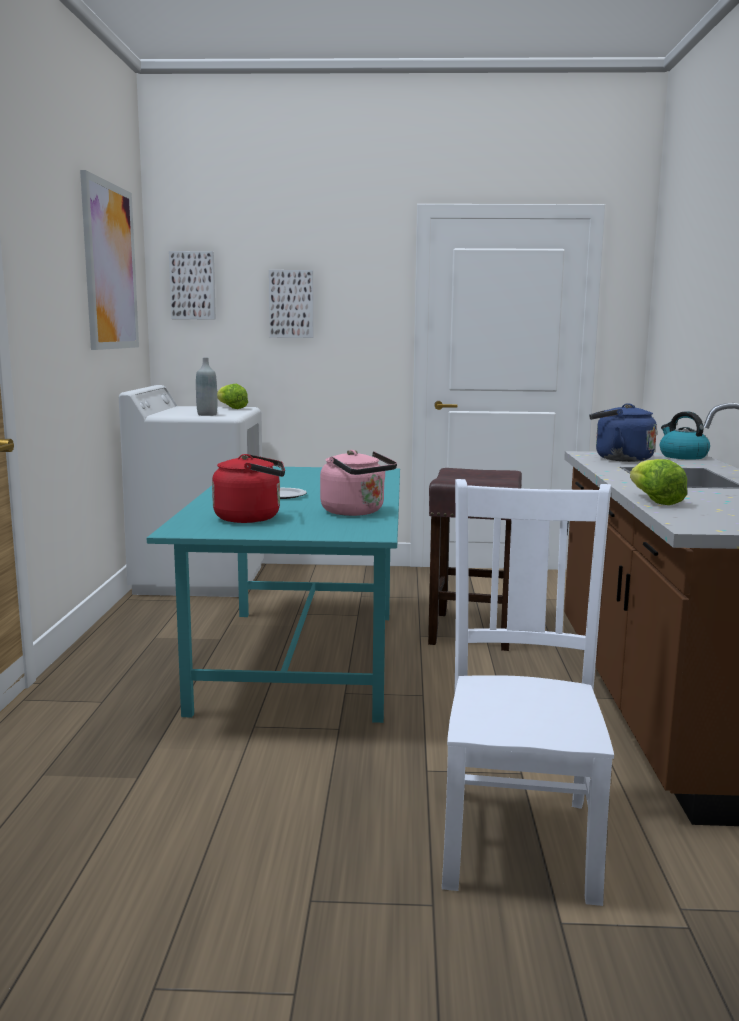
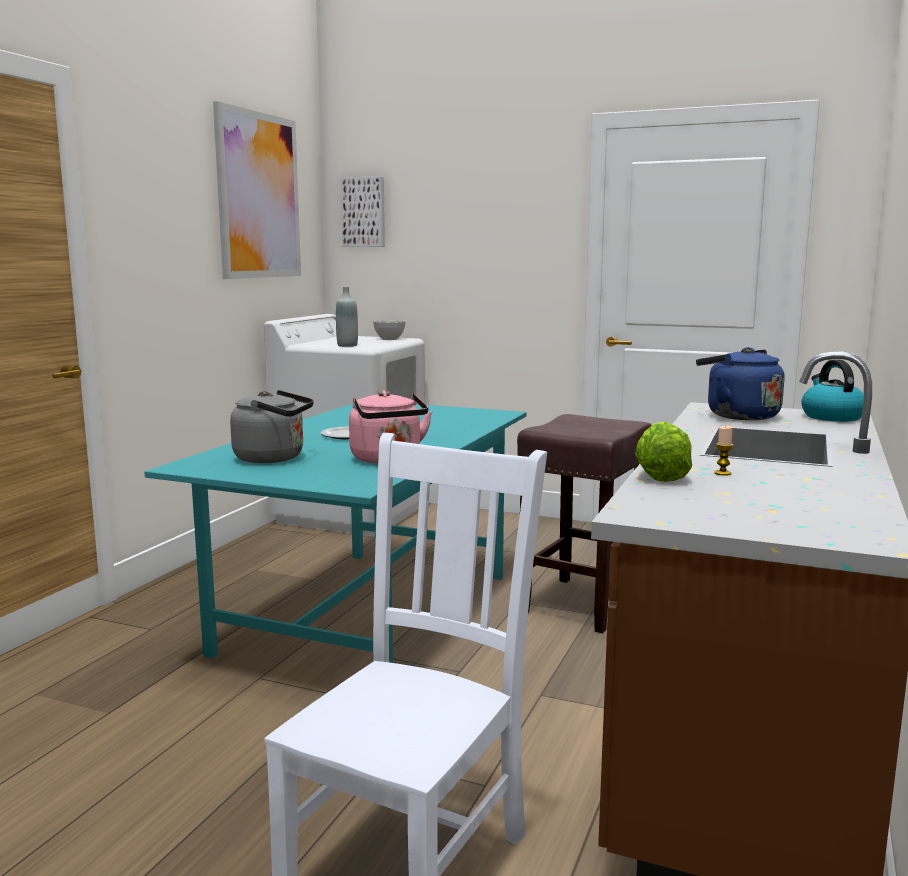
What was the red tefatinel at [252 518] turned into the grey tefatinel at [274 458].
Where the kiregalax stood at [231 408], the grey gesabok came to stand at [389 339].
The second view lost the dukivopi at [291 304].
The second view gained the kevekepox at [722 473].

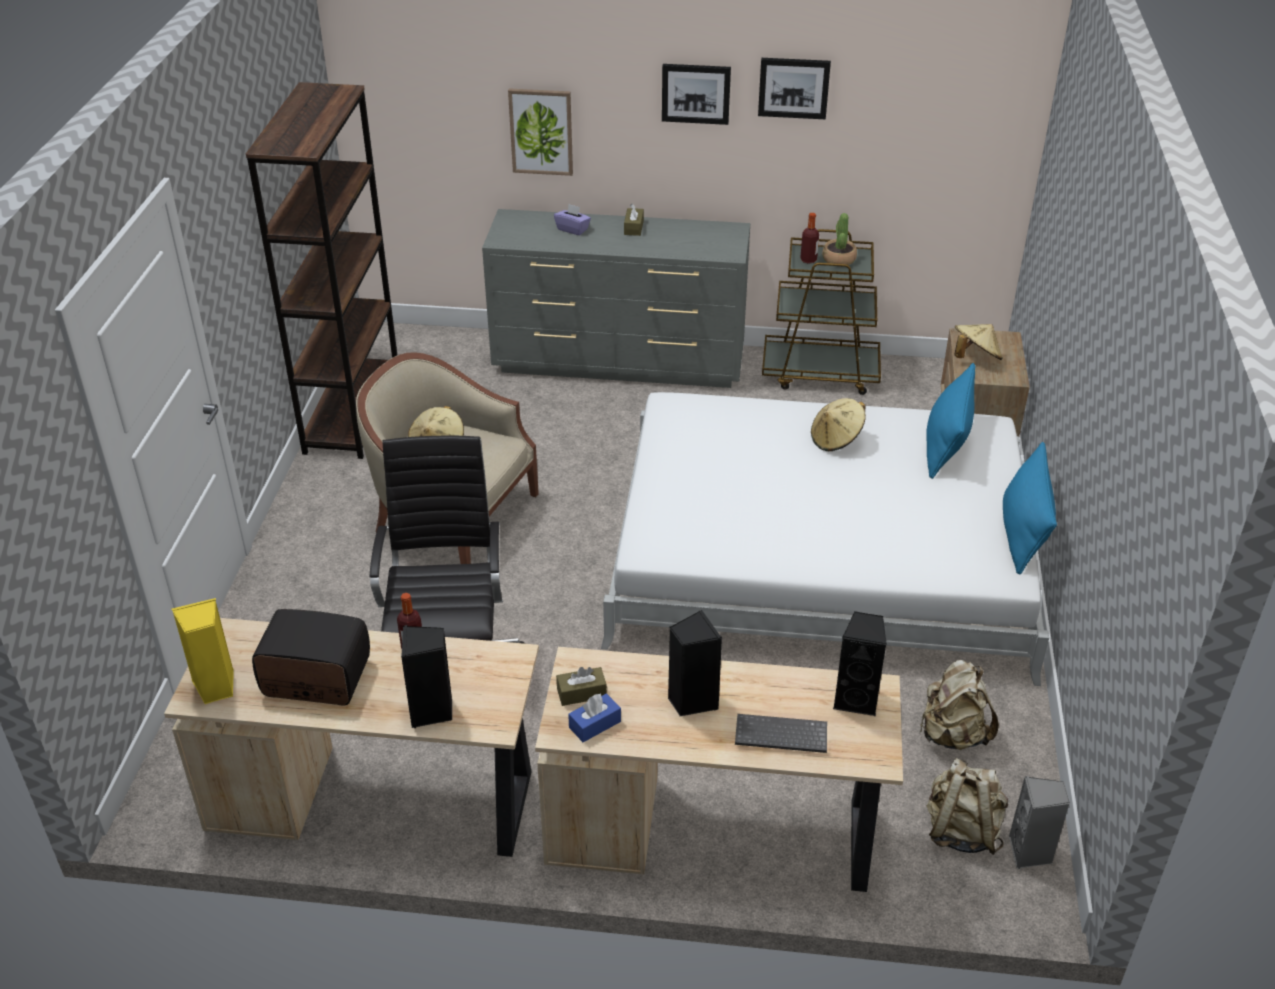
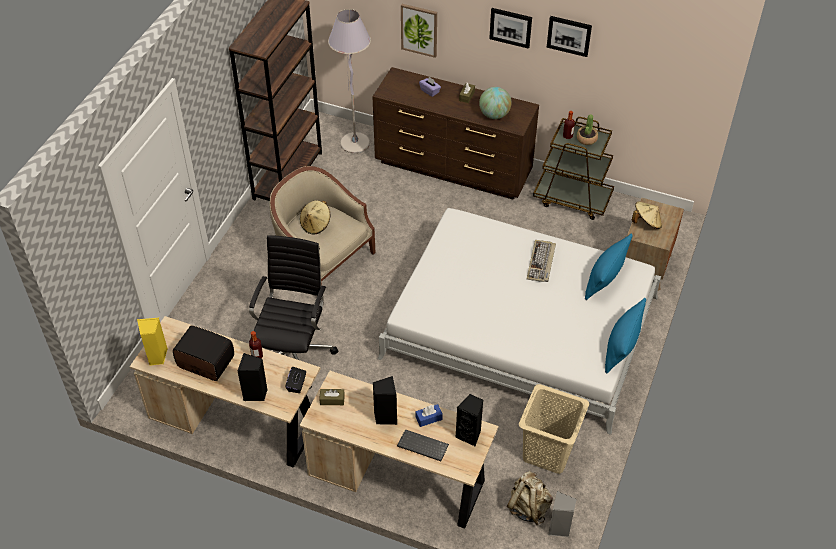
What was the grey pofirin at [620 362] turned into the brown pofirin at [453 168].
The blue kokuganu ended up elsewhere, having gone from [595 724] to [429 418].
Where the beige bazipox stood at [836 439], the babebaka came to stand at [541 262].
Where the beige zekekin stood at [952 735], the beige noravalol came to stand at [548 452].
The second view gained the black kokuganu at [297 385].
The second view gained the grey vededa at [355 143].
The second view gained the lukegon at [494 115].

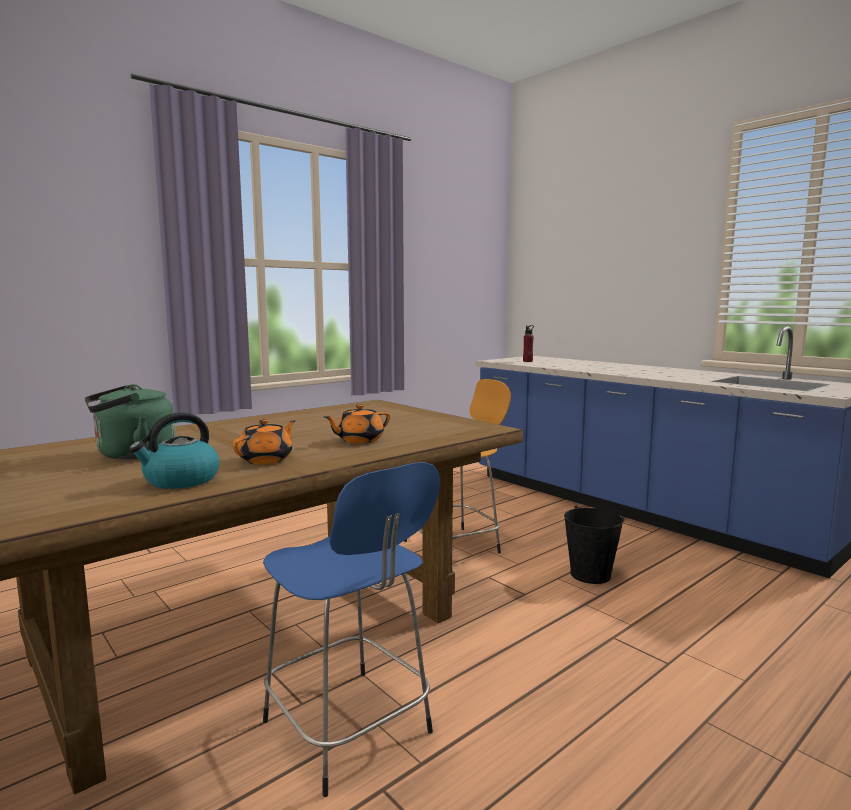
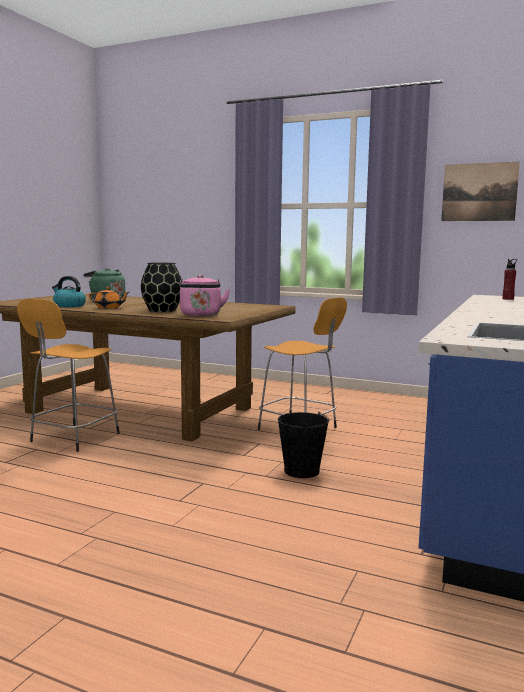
What was the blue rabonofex at [350 730] turned into the orange rabonofex at [73 438].
Where the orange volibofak stood at [359 440], the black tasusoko came to stand at [161 310].
The second view gained the pink tefatinel at [201 315].
The second view gained the dukivopi at [479 192].

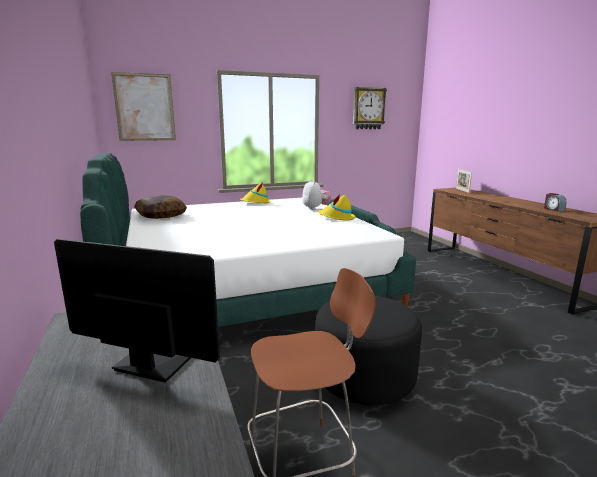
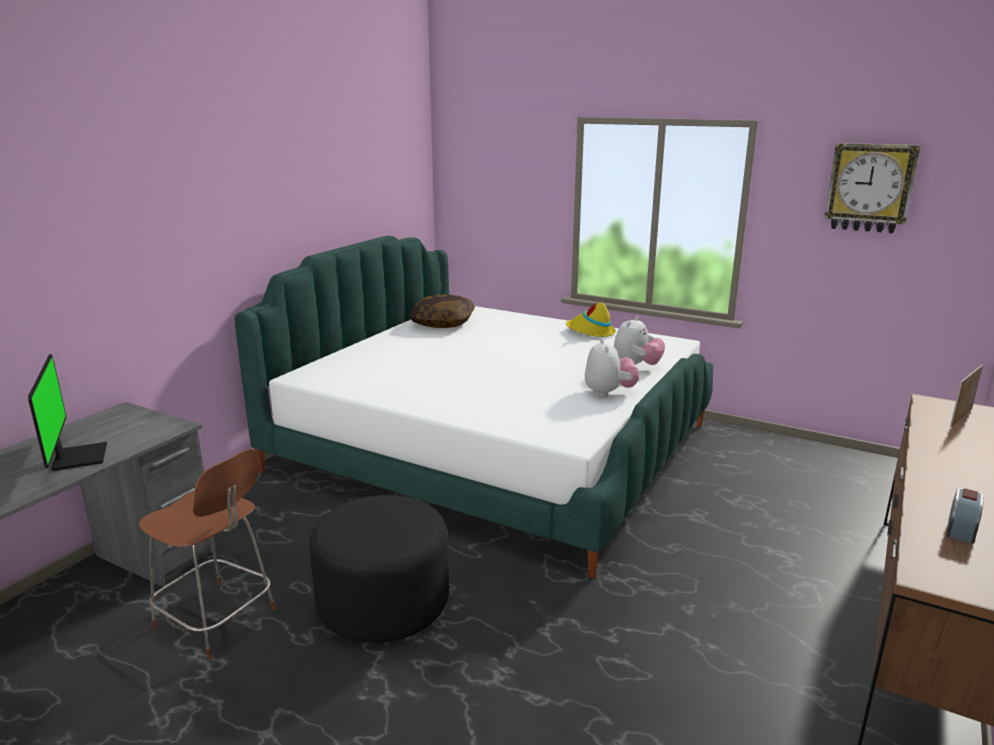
The second view lost the dukivopi at [145 107].
Where the yellow bazipox stood at [336 218], the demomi came to stand at [609 393].

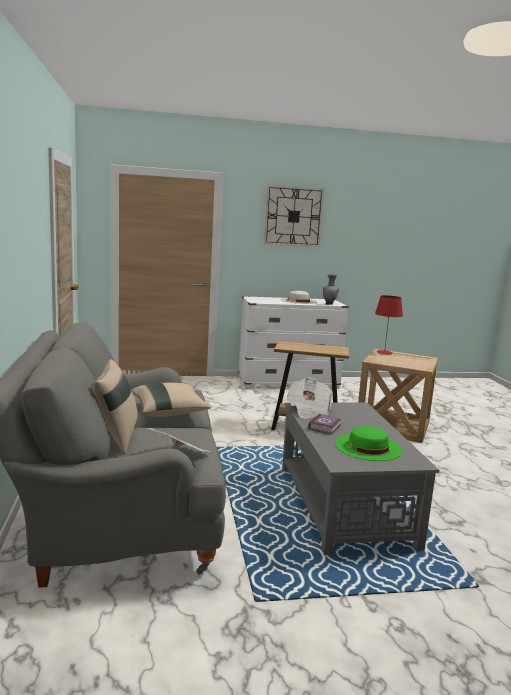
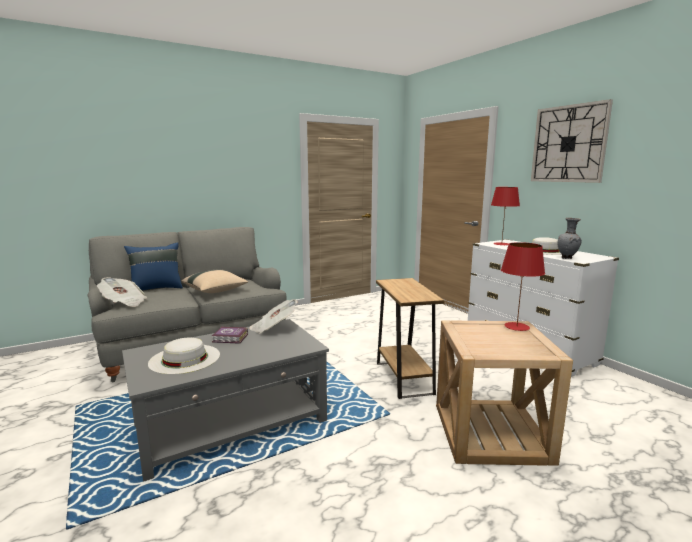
What was the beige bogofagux at [116 438] turned into the blue bogofagux at [156 289].
What was the green bazipox at [368 447] turned into the white bazipox at [184 358].
The second view gained the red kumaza at [501 244].

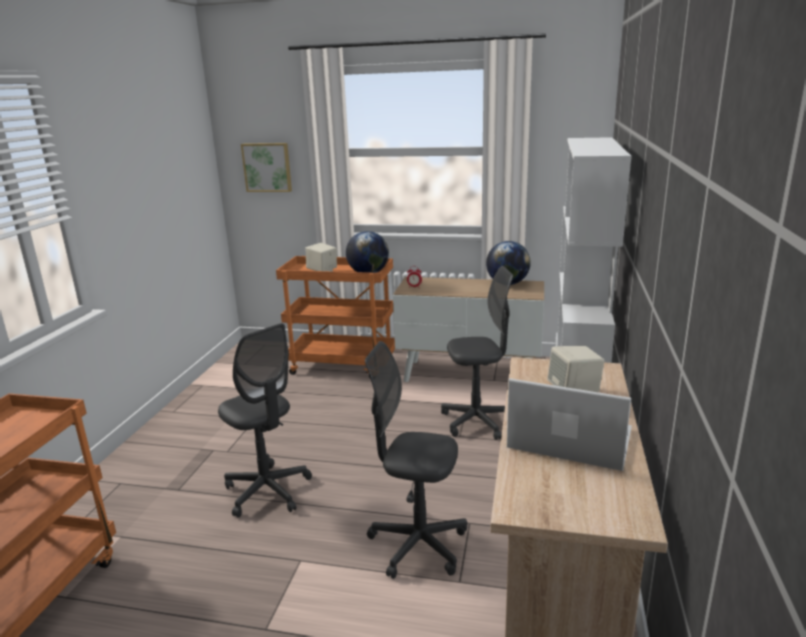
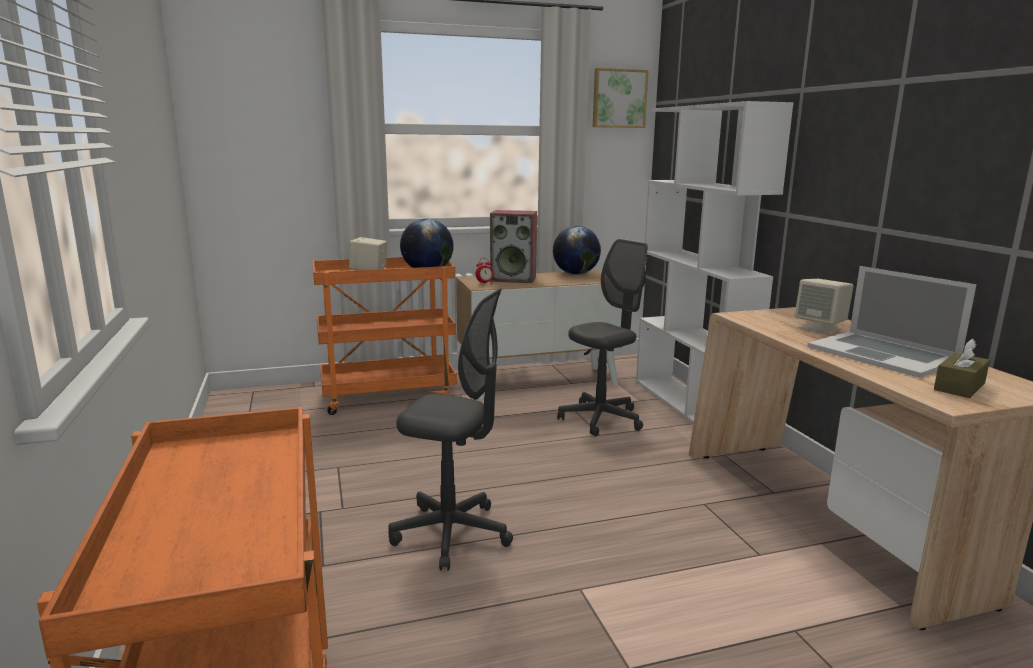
The dukivopi ended up elsewhere, having gone from [267 167] to [618 98].
The second view lost the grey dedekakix at [418 545].
The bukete at [569 439] ended up facing another way, 120 degrees counterclockwise from before.
The second view gained the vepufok at [514 279].
The second view gained the brown kokuganu at [959 386].

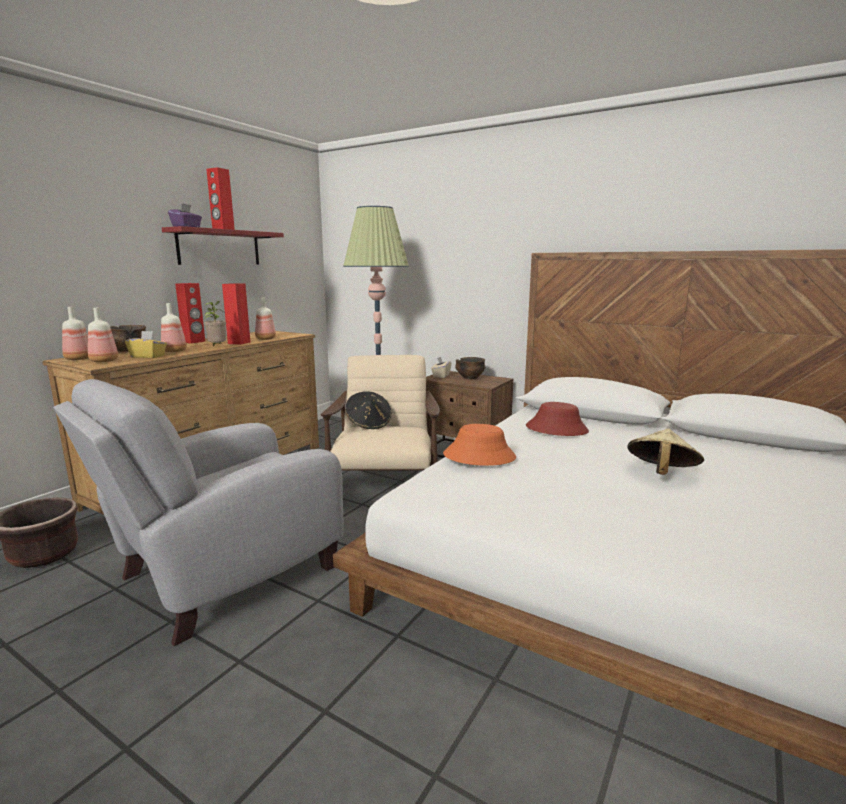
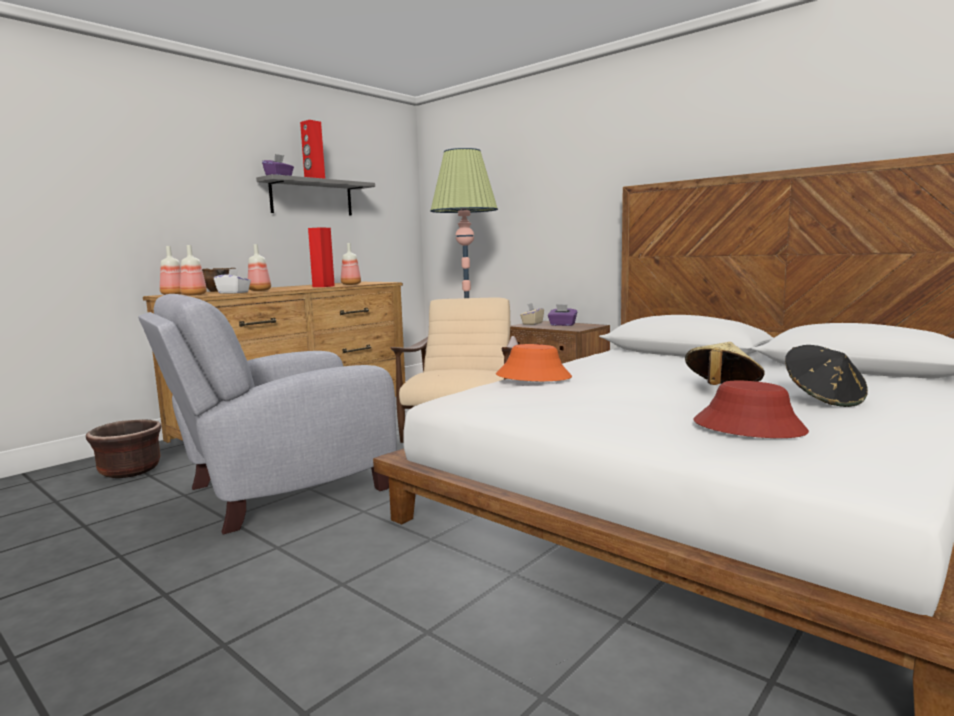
What was the yellow kokuganu at [148 356] turned into the white kokuganu at [233 293].
What was the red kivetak at [219 247] turned into the grey kivetak at [312 198].
The second view lost the red vepufok at [194 341].
The second view lost the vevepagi at [217 348].
The black bazipox ended up elsewhere, having gone from [369 424] to [823 399].
Where the gesabok stood at [470 378], the purple kokuganu came to stand at [562 325].
The red bazipox ended up elsewhere, having gone from [556 429] to [749 427].

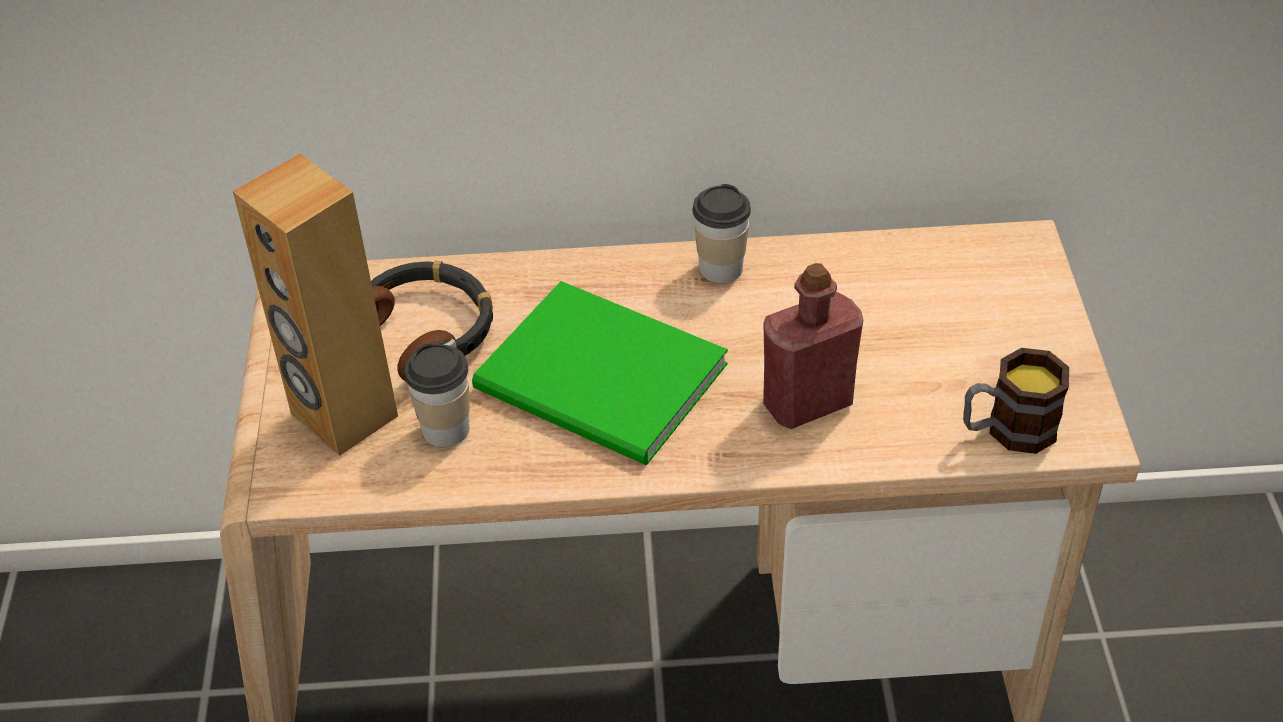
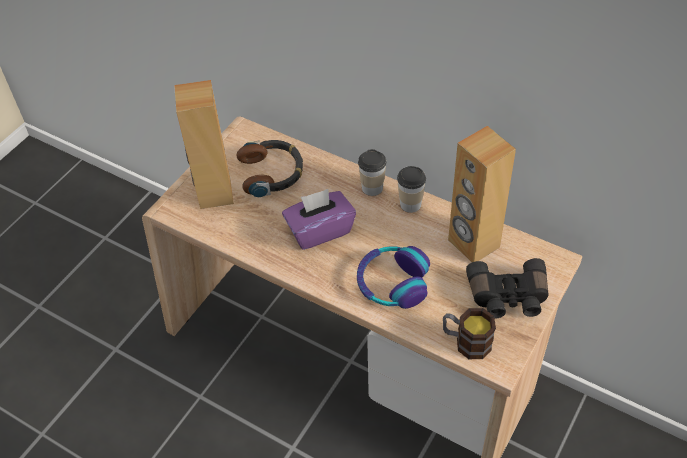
The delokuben ended up elsewhere, having gone from [446 430] to [372 188].
Where the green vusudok stood at [603 383], the purple kokuganu came to stand at [319 230].
Where the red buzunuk stood at [807 403], the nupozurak came to stand at [392 283].
The second view gained the brown vepufok at [473 244].
The second view gained the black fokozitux at [508 297].

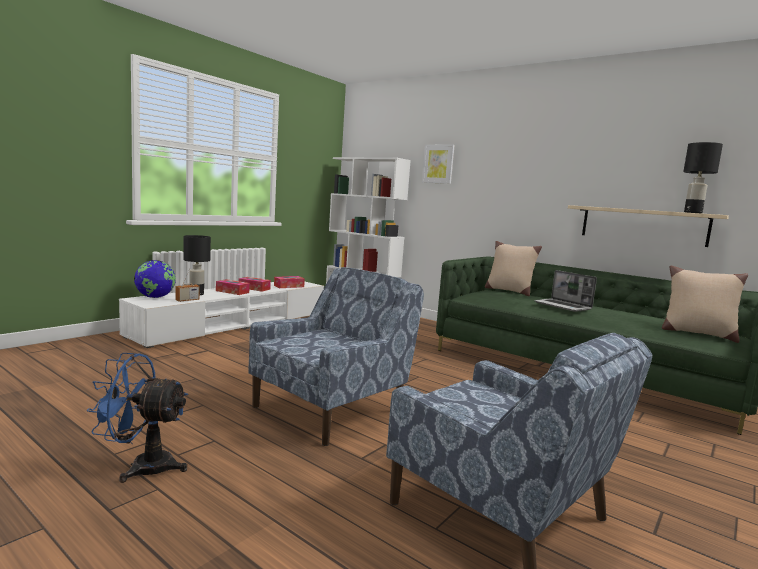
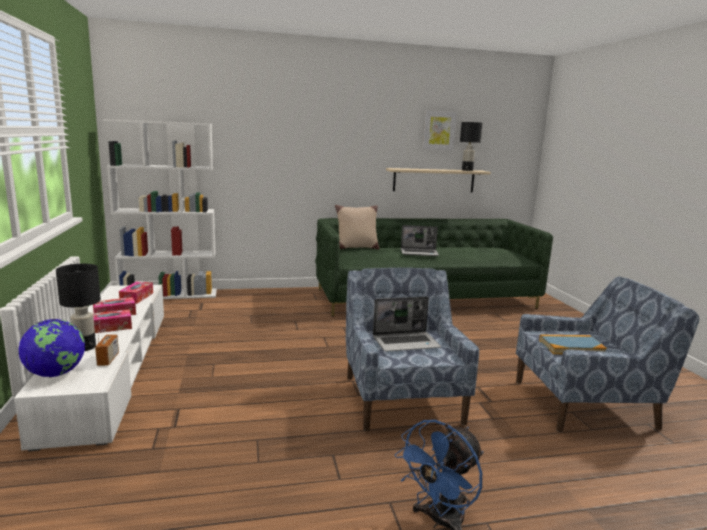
The dukivopi ended up elsewhere, having gone from [438 164] to [439 130].
The second view lost the beige bogofagux at [697 333].
The second view gained the bukete at [406 343].
The second view gained the vusudok at [571 347].

